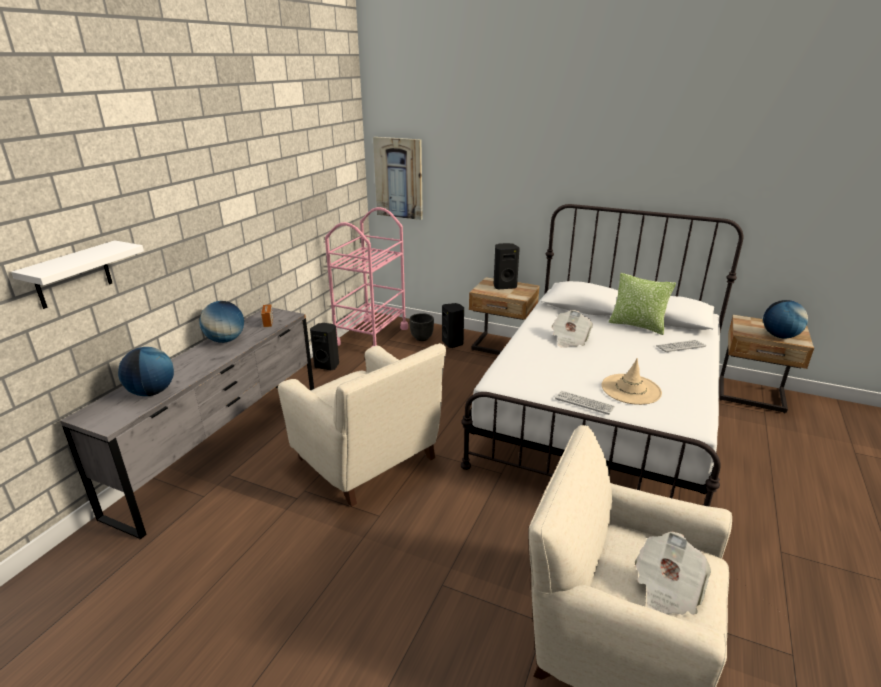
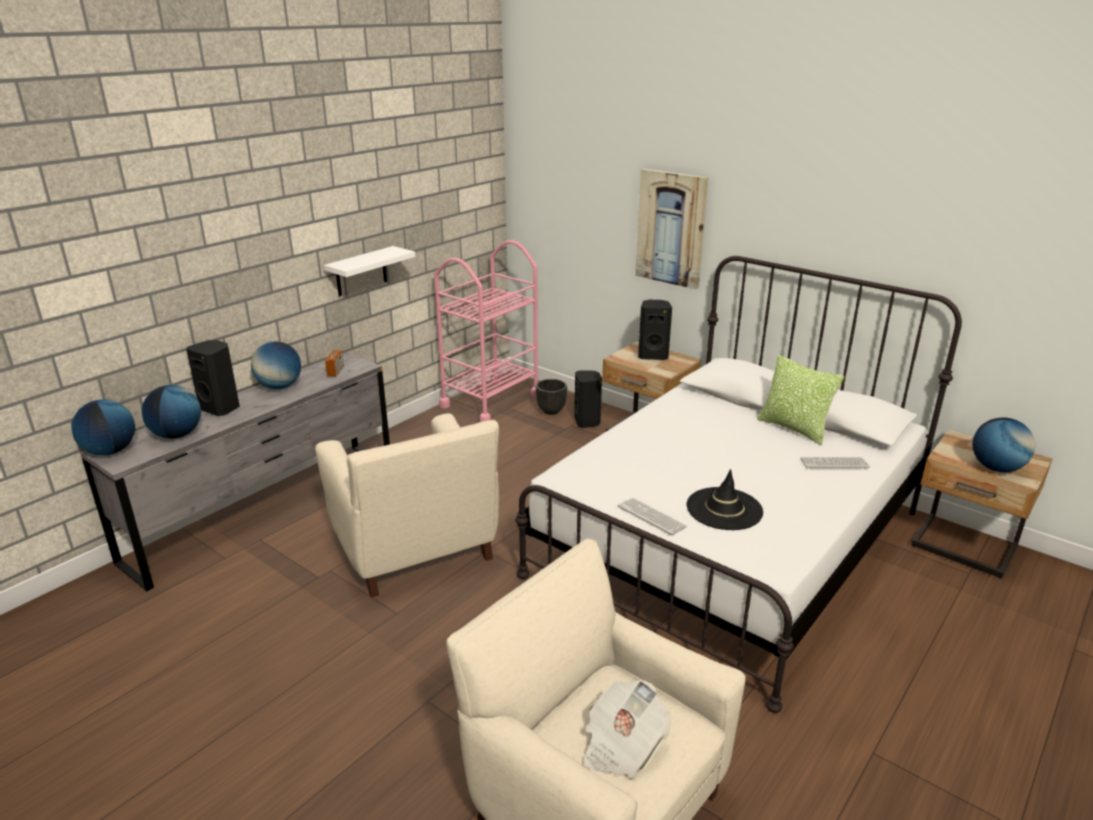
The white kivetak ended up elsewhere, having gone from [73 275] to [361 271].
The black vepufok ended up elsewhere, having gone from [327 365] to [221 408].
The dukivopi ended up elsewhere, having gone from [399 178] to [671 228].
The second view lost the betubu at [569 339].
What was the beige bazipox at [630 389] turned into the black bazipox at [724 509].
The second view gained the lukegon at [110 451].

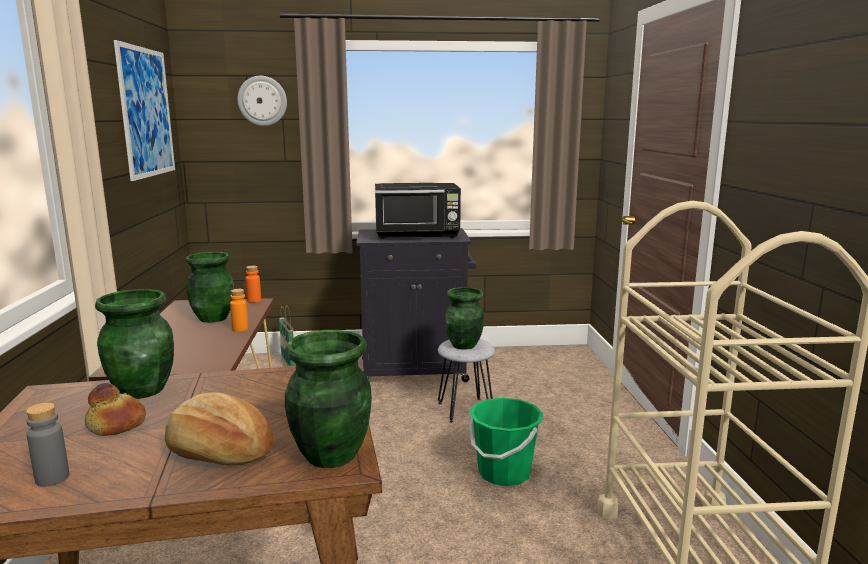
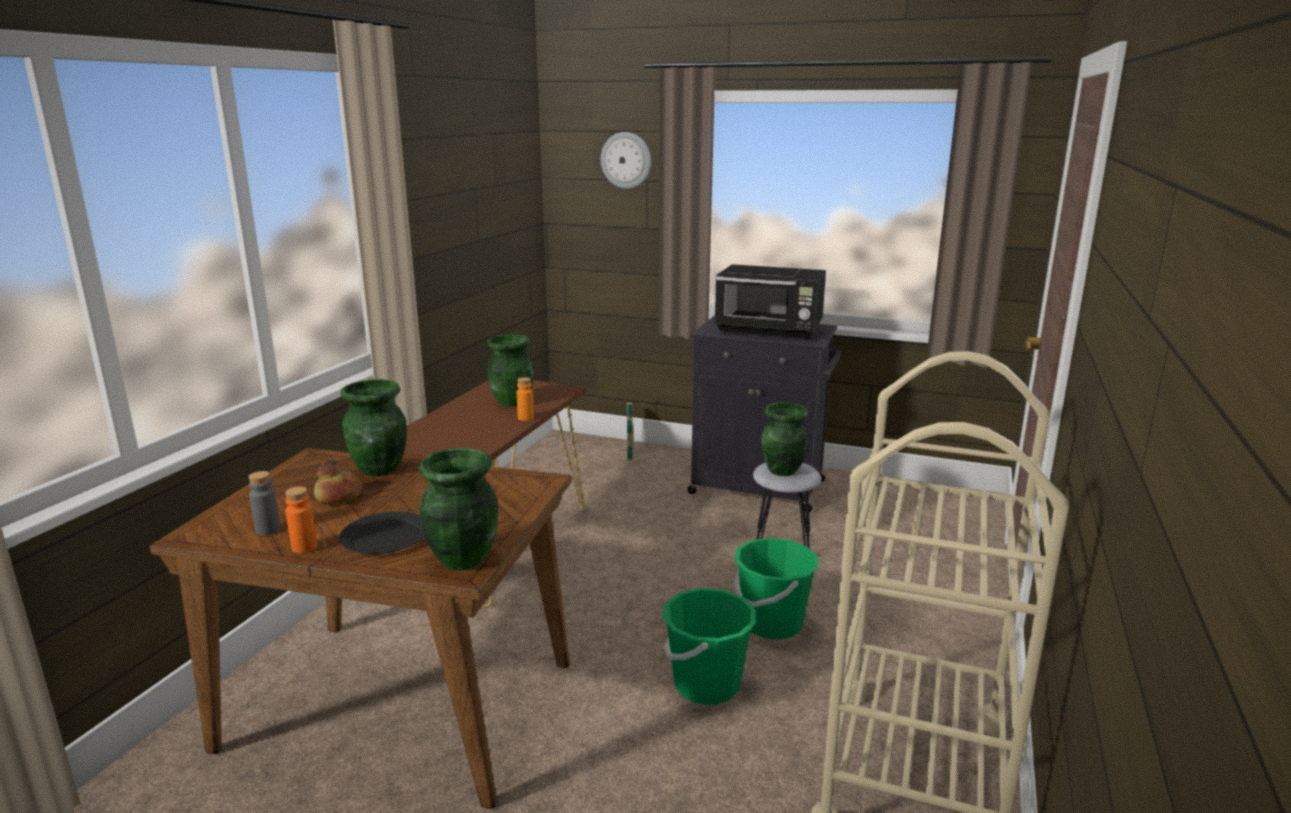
The second view lost the dukivopi at [146 112].
Where the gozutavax stood at [219 453], the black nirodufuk came to stand at [386 537].
The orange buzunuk ended up elsewhere, having gone from [254 301] to [304 547].
The second view gained the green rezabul at [706 684].

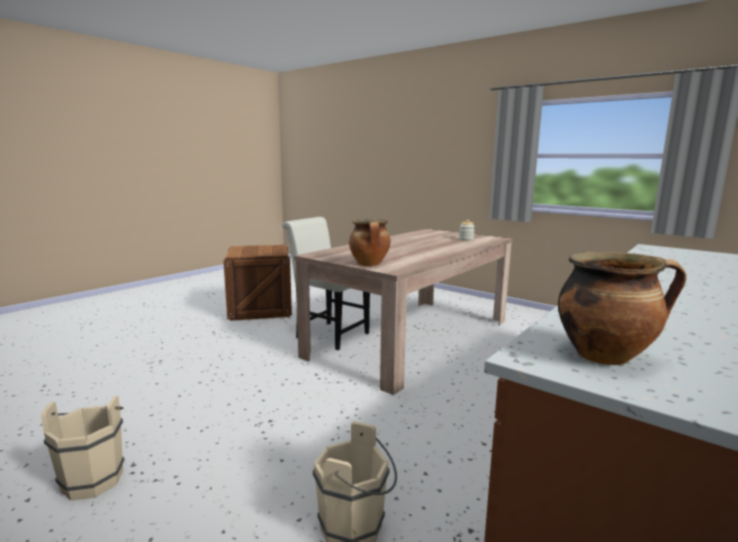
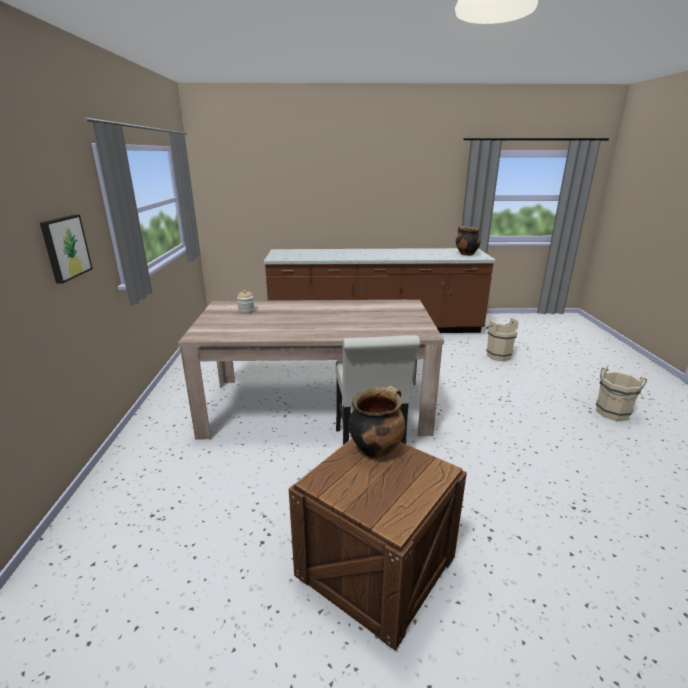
The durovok ended up elsewhere, having gone from [370 264] to [376 449].
The second view gained the dukivopi at [65 247].

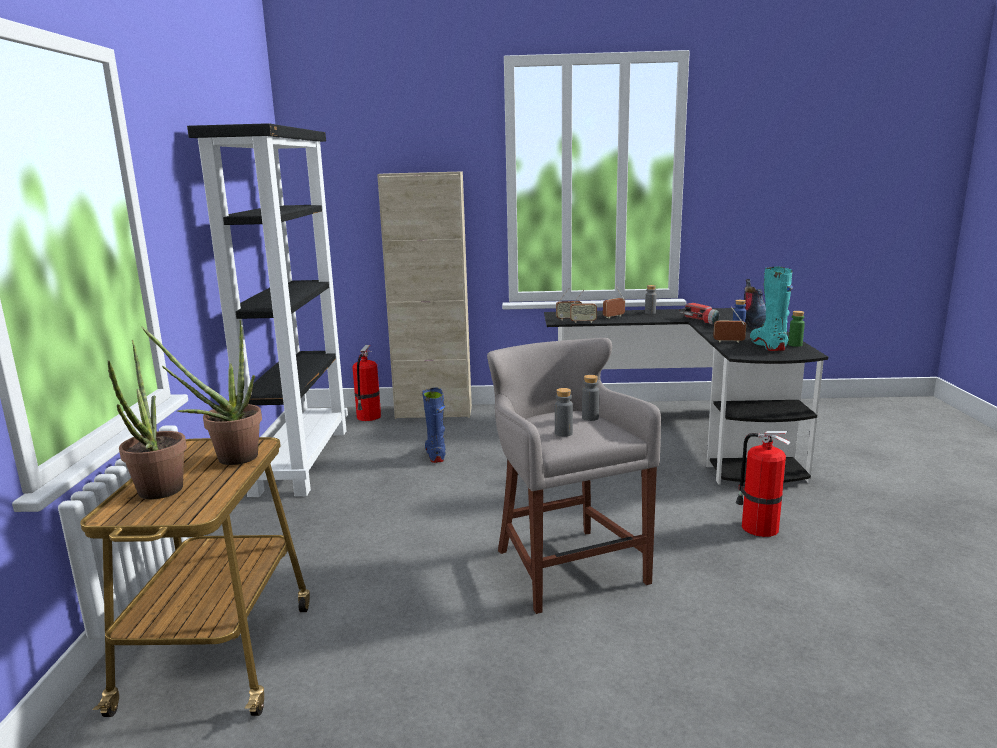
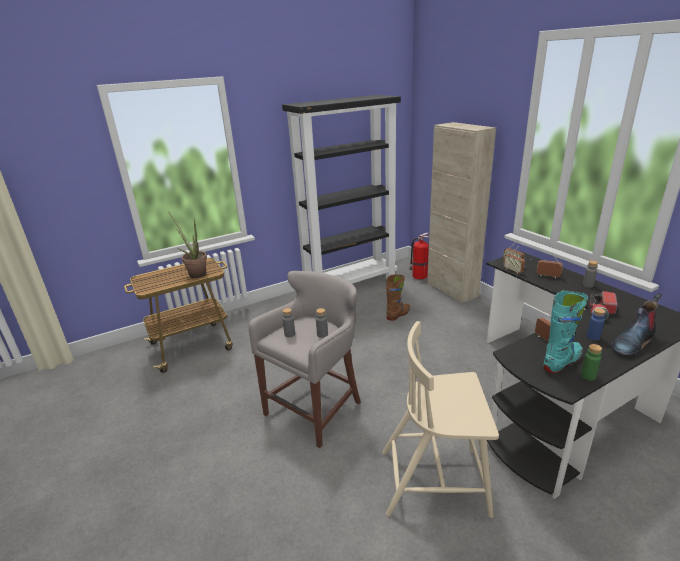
The second view lost the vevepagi at [158 494].
What was the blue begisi at [435 454] turned into the brown begisi at [398 315].
Where the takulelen stood at [757 527], the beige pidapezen came to stand at [435 481].

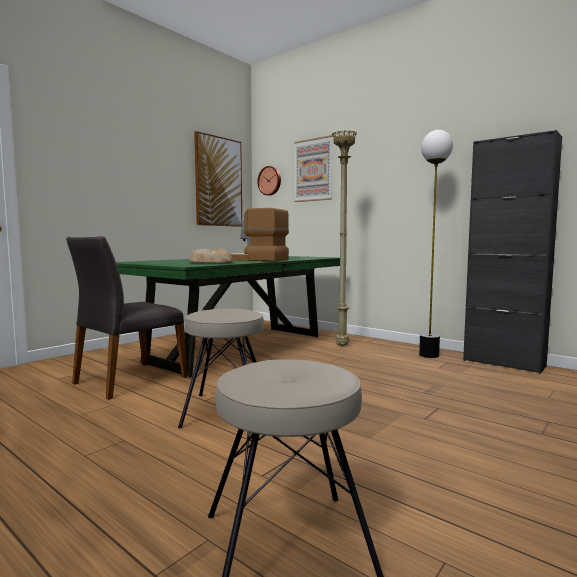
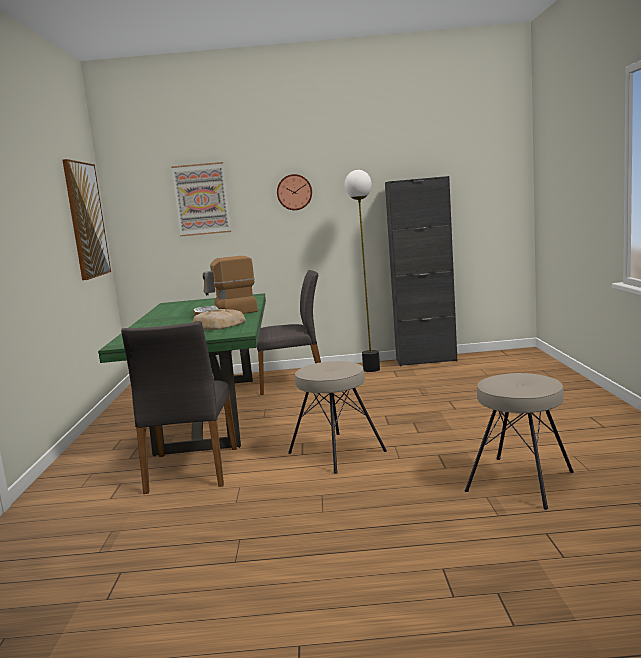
The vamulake ended up elsewhere, having gone from [270 181] to [294 192].
Where the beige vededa stood at [341 346], the grey pidapezen came to stand at [293 382].

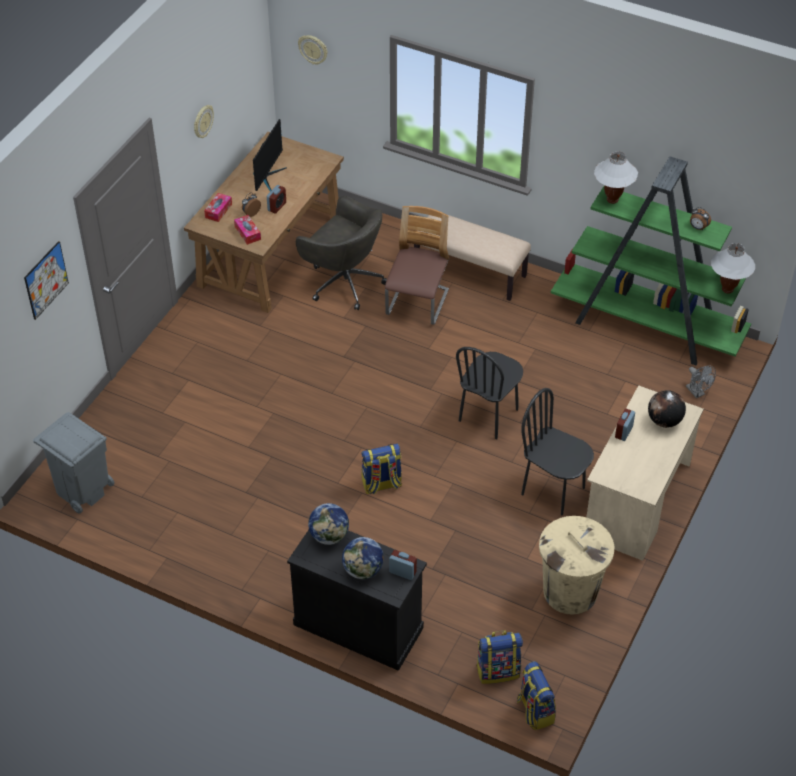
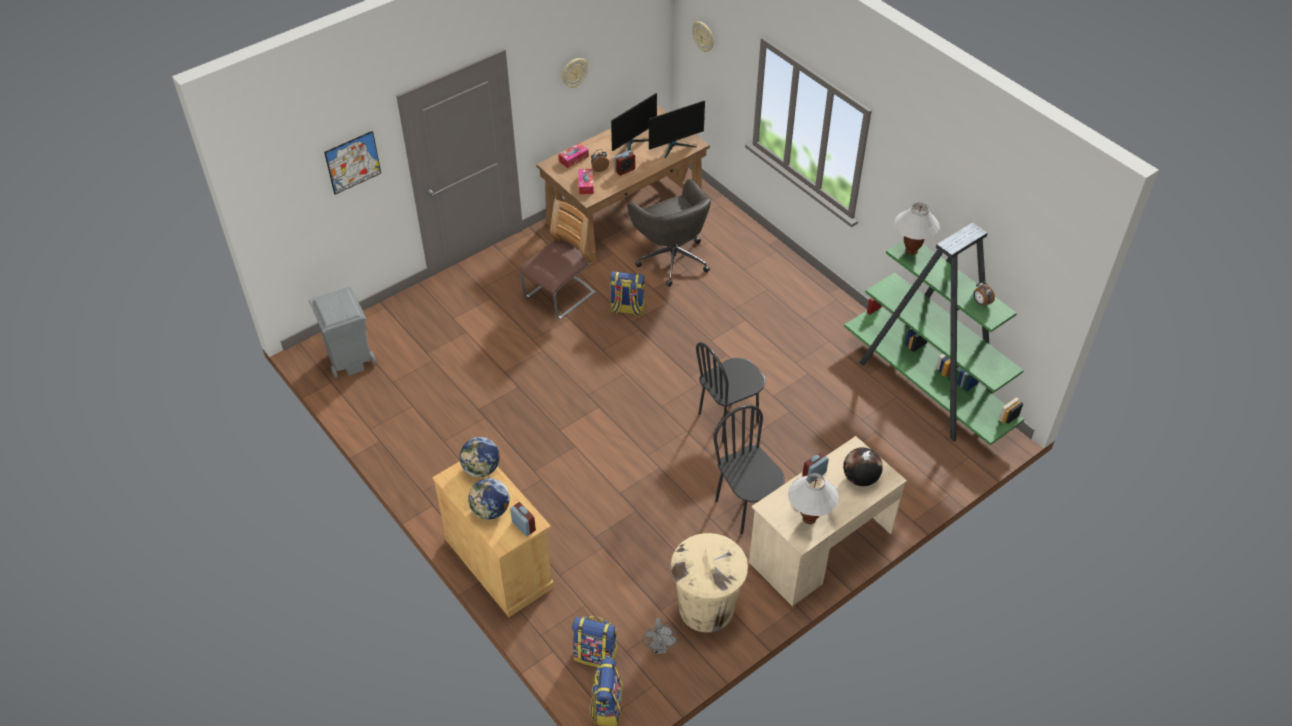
What was the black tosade at [358 626] turned into the beige tosade at [499 563].
The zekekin ended up elsewhere, having gone from [381 484] to [627 309].
The pidapezen ended up elsewhere, having gone from [417 303] to [559 296].
The second view lost the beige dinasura at [470 271].
The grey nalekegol ended up elsewhere, having gone from [697 393] to [660 648].
The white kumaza ended up elsewhere, having gone from [727 289] to [809 519].
The second view gained the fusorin at [675 146].

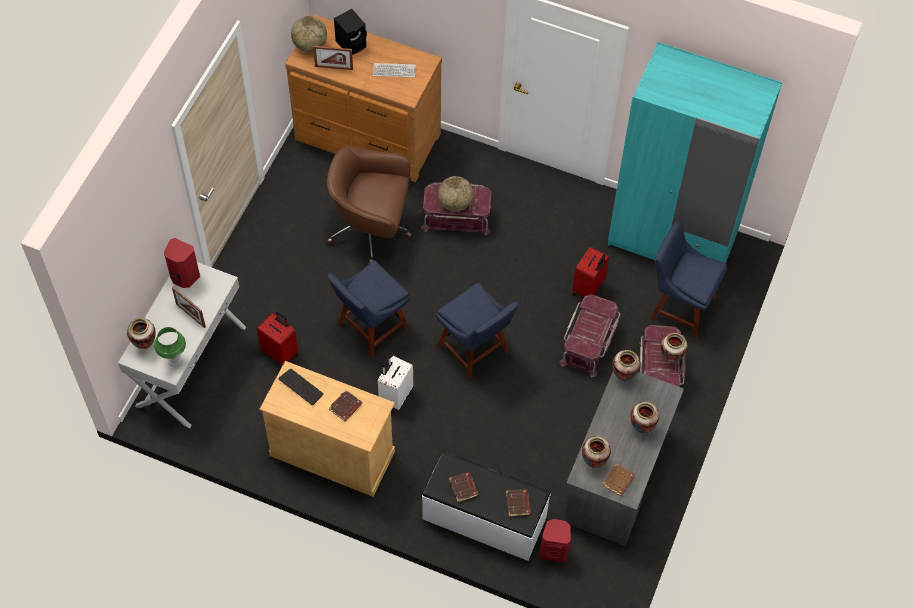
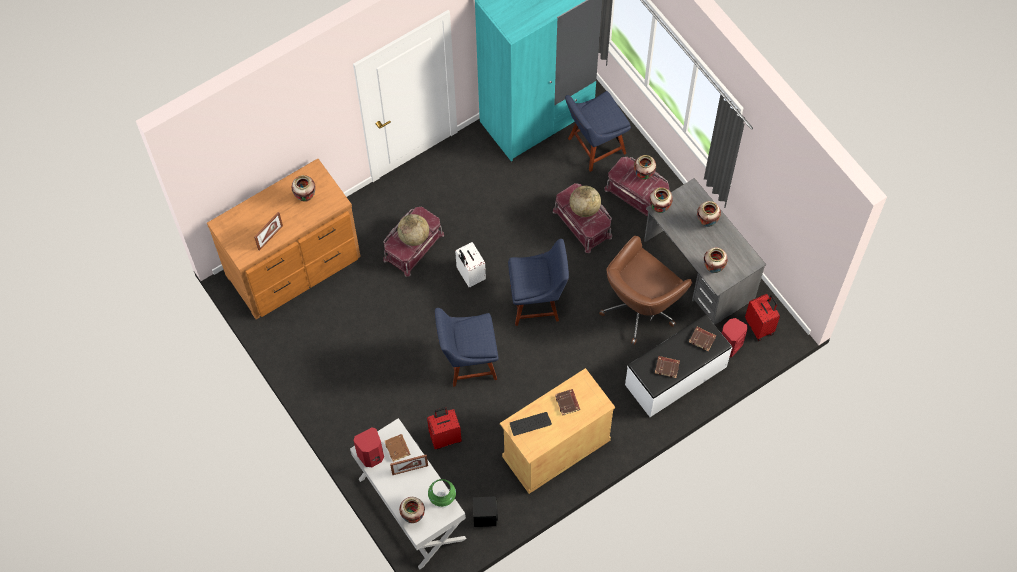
The lukegon ended up elsewhere, having gone from [310 45] to [584 208].
The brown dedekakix ended up elsewhere, having gone from [371 230] to [640 307].
The blue pidapezen at [370 328] ended up facing another way, 90 degrees clockwise from before.
The black vepufok ended up elsewhere, having gone from [352 43] to [485 516].
Where the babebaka stood at [394 71], the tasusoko came to stand at [306 197].
The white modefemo ended up elsewhere, having gone from [395 395] to [470 275].
The red modefemo ended up elsewhere, having gone from [588 288] to [760 326].
The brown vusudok ended up elsewhere, having gone from [618 481] to [398 448].

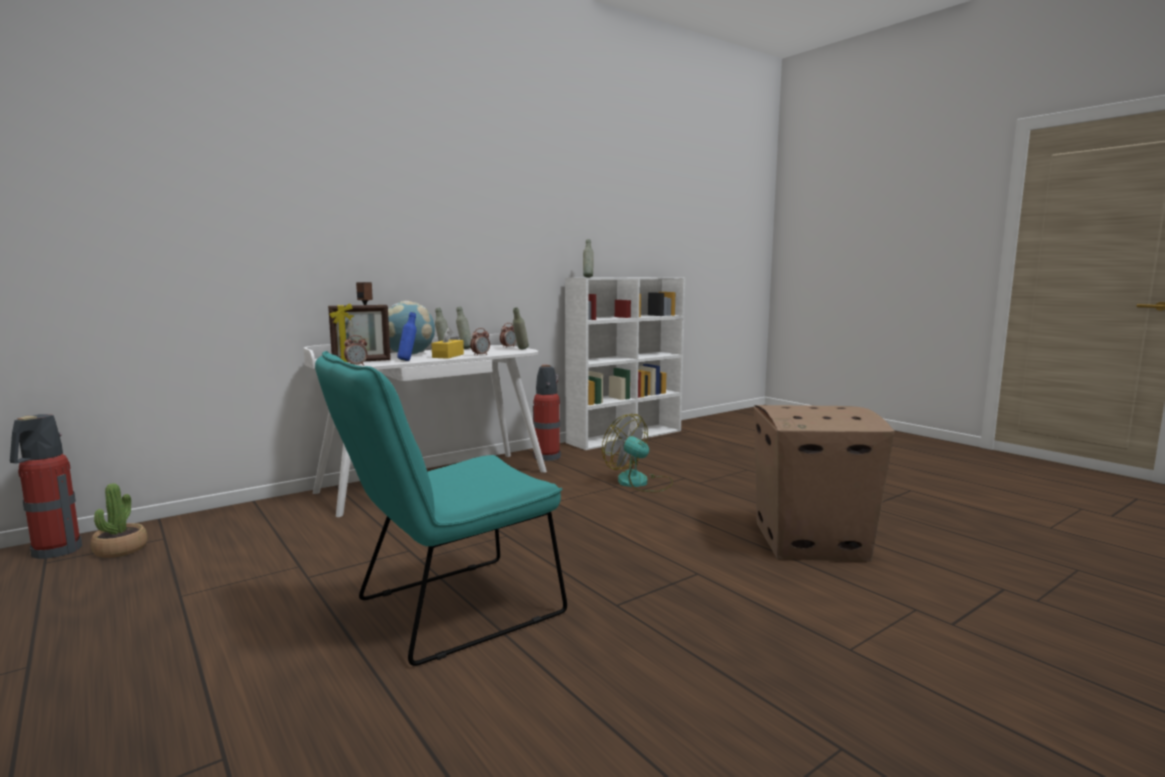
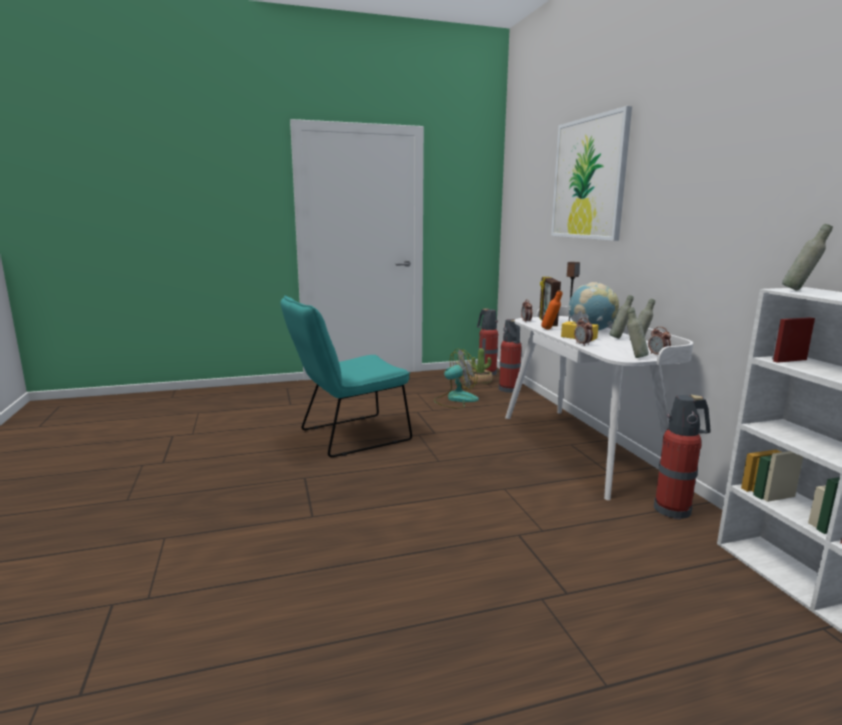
The turquoise pidapezen at [447 611] ended up facing another way, 105 degrees counterclockwise from before.
What was the blue buzunuk at [408 360] turned into the orange buzunuk at [550 329].
The nalekegol ended up elsewhere, having gone from [639 483] to [455 399].
The second view lost the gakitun at [808 542].
The second view gained the takulelen at [509 390].
The second view gained the dukivopi at [589 179].

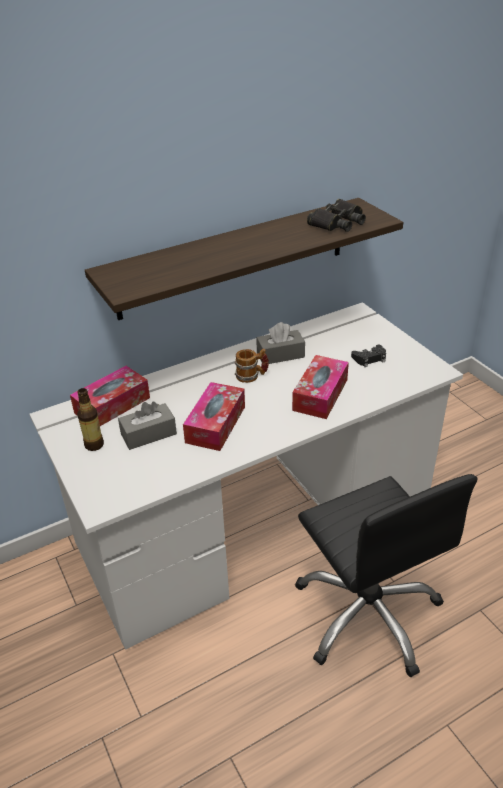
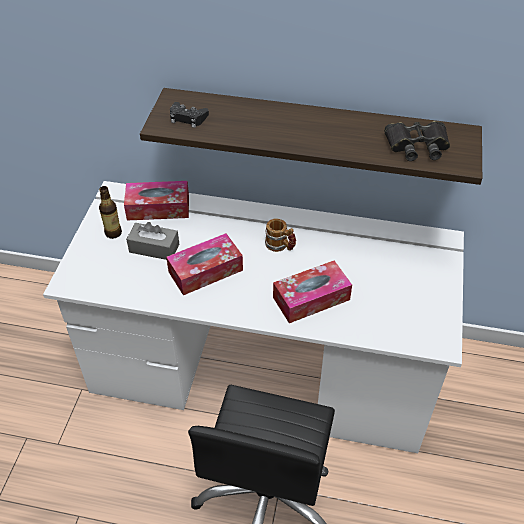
The second view lost the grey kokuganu at [280 355].
The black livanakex ended up elsewhere, having gone from [369 359] to [187 118].

